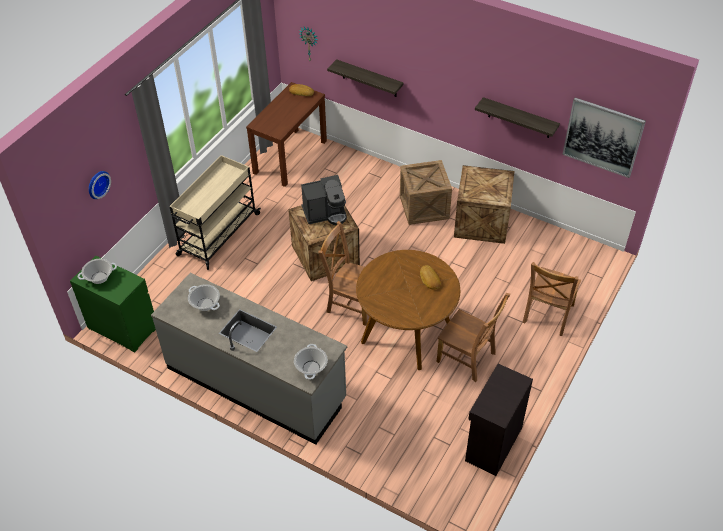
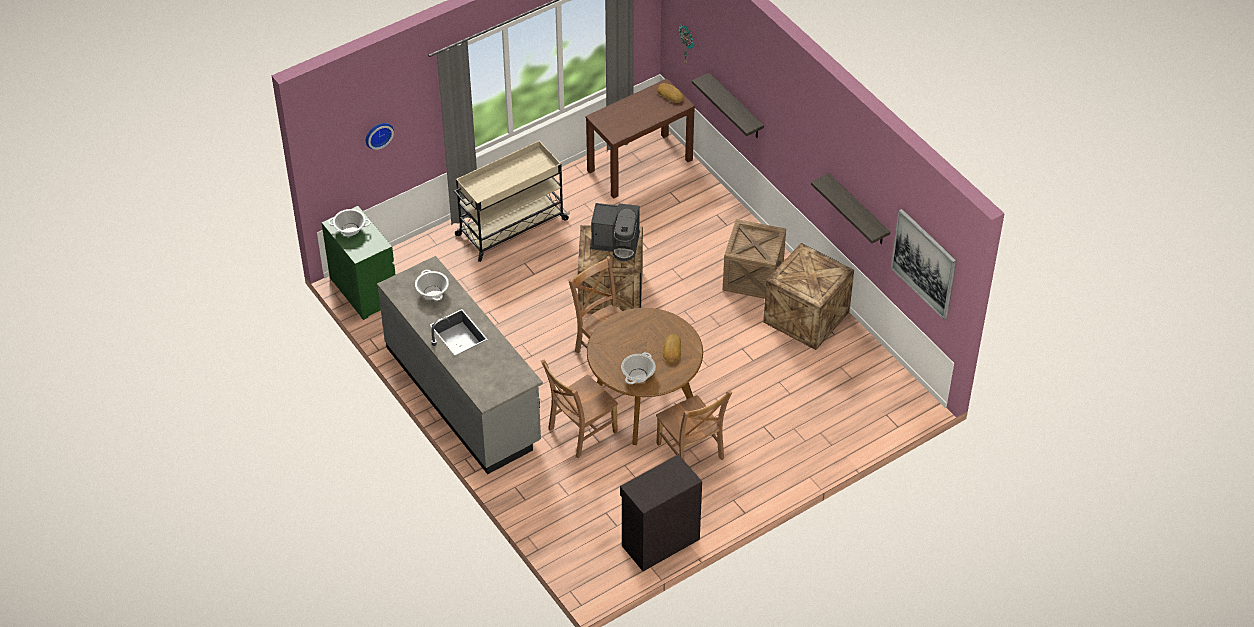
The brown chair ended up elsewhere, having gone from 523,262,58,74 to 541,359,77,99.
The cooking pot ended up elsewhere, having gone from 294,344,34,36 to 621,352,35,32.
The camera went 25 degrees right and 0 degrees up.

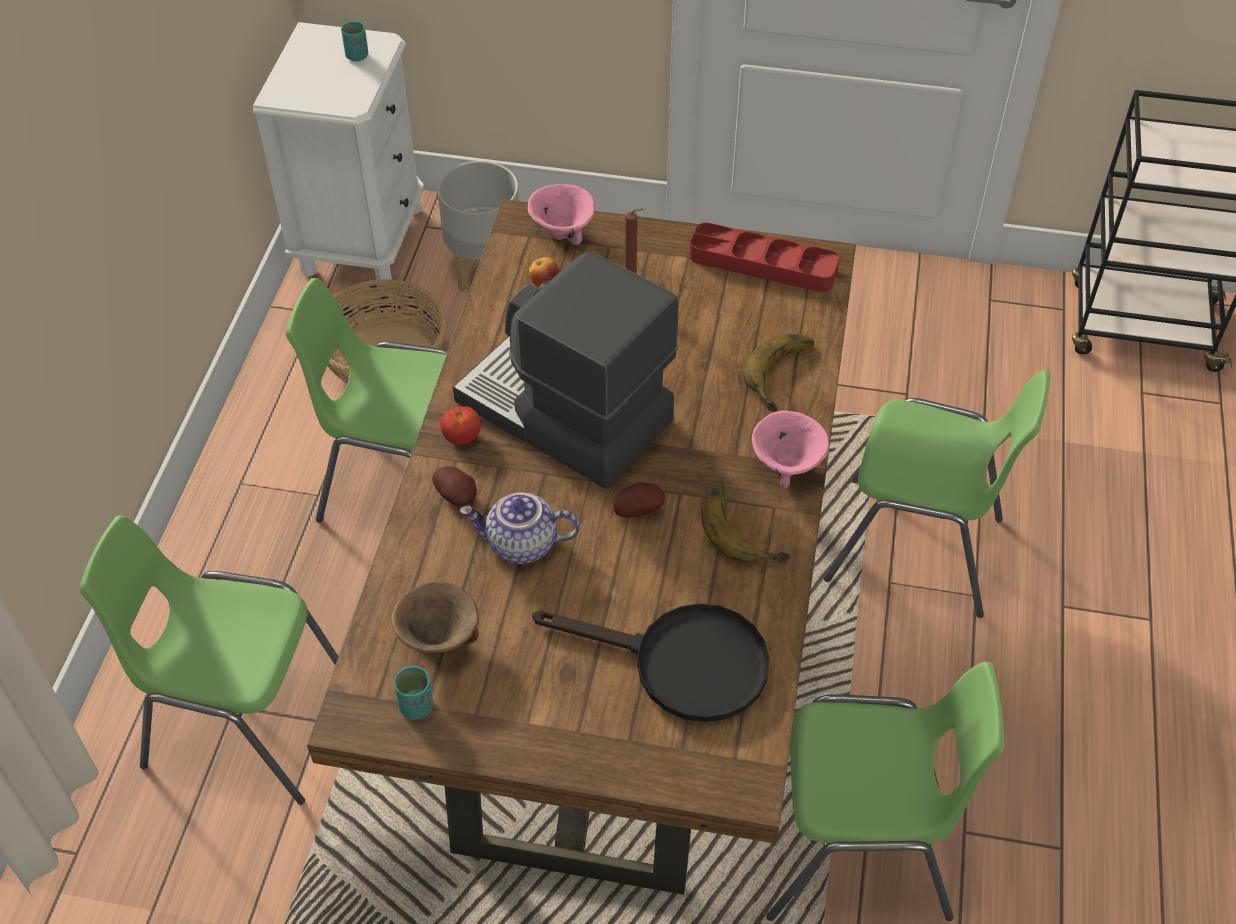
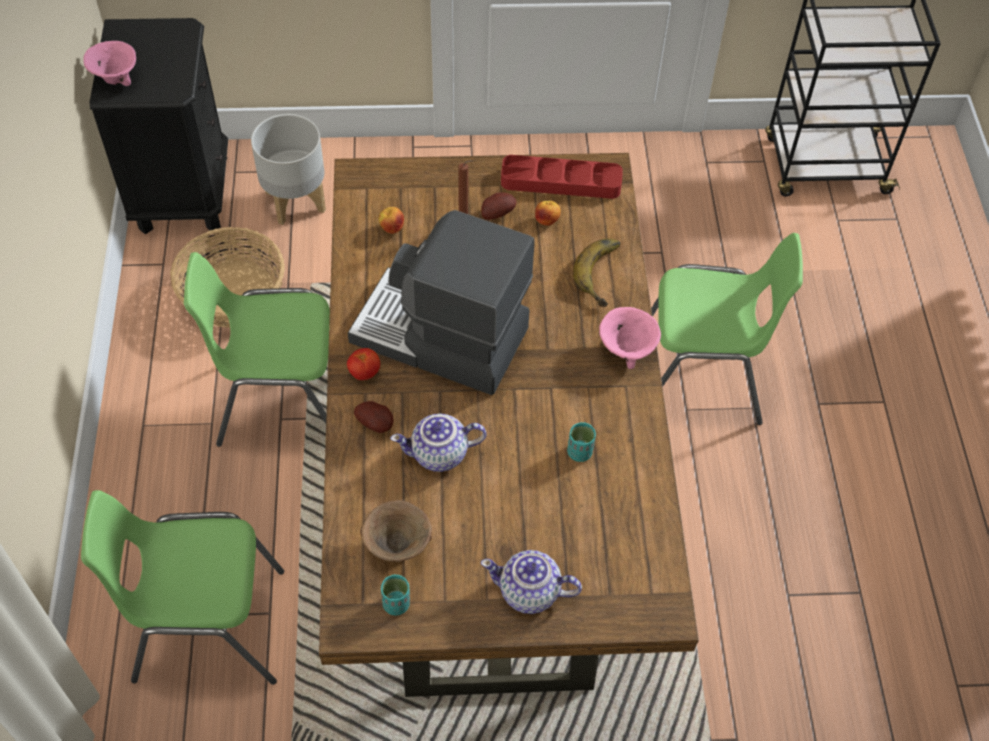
The pink bowl ended up elsewhere, having gone from 528,184,67,61 to 83,41,53,45.
What was the white nightstand at 253,22,171,263 turned into the black nightstand at 89,18,139,216.
The potato ended up elsewhere, having gone from 614,482,51,36 to 481,193,35,27.
The second view gained the teapot at 481,550,101,64.
The second view gained the apple at 535,201,26,25.
The turquoise cup ended up elsewhere, having gone from 341,21,27,40 to 567,422,29,40.
The second view lost the black frying pan at 532,603,238,119.
The second view lost the banana at 701,482,89,82.
The second view lost the green chair at 766,662,239,259.
The camera went 15 degrees left and 5 degrees up.

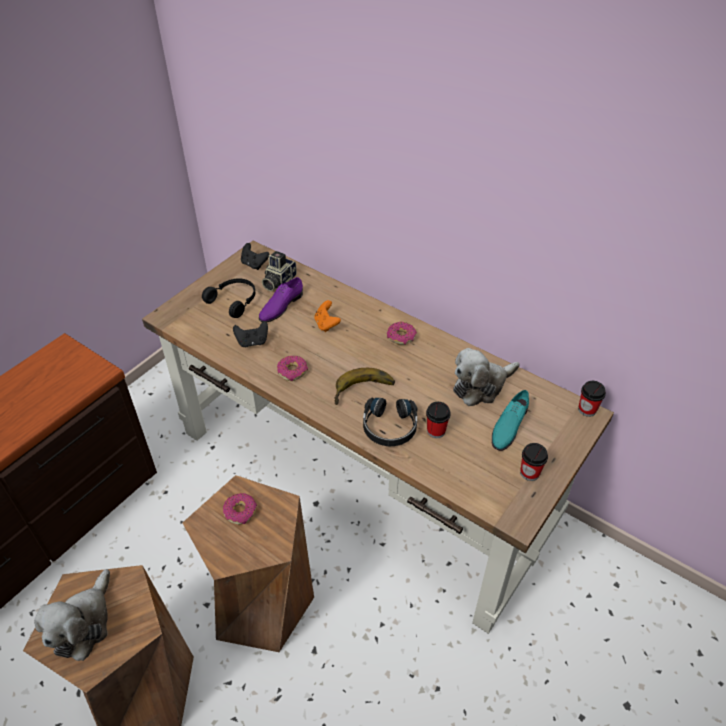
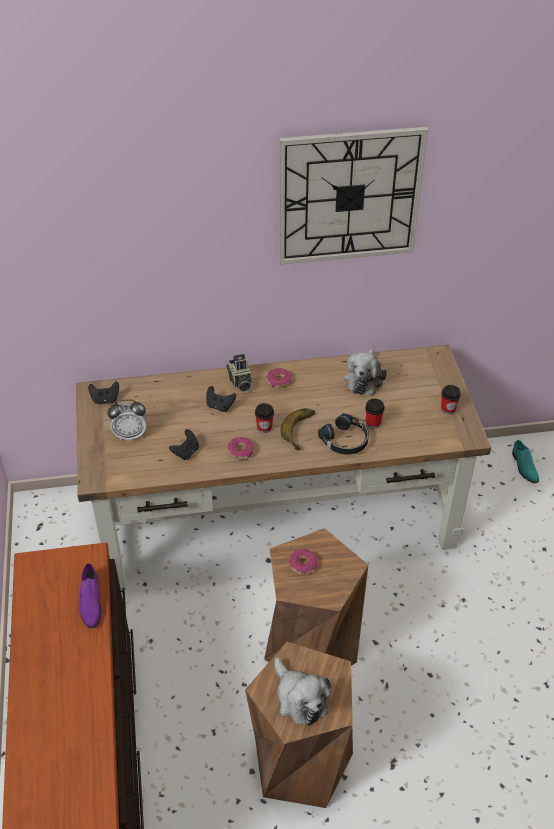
The purple shoe ended up elsewhere, having gone from 259,277,44,45 to 79,563,22,65.
Where the black headphones stood at 202,278,54,40, the alarm clock came to stand at 108,399,38,42.
What was the orange game controller at 314,300,27,32 turned into the black game controller at 206,386,30,26.
The photo camera ended up elsewhere, having gone from 262,251,35,40 to 226,354,26,38.
The cup ended up elsewhere, having gone from 578,381,28,36 to 255,403,19,30.
The second view gained the wall clock at 279,127,149,138.
The turquoise shoe ended up elsewhere, having gone from 492,390,37,61 to 512,440,27,43.
The camera went 45 degrees left and 0 degrees up.

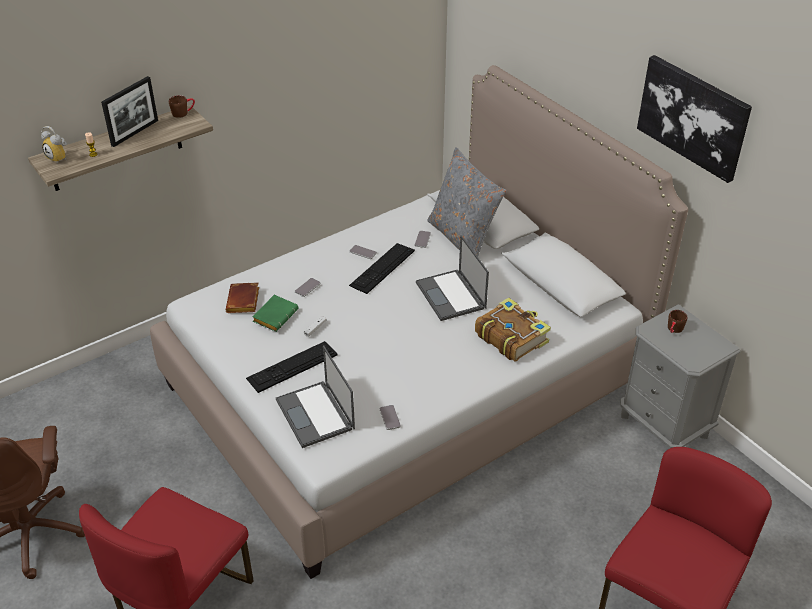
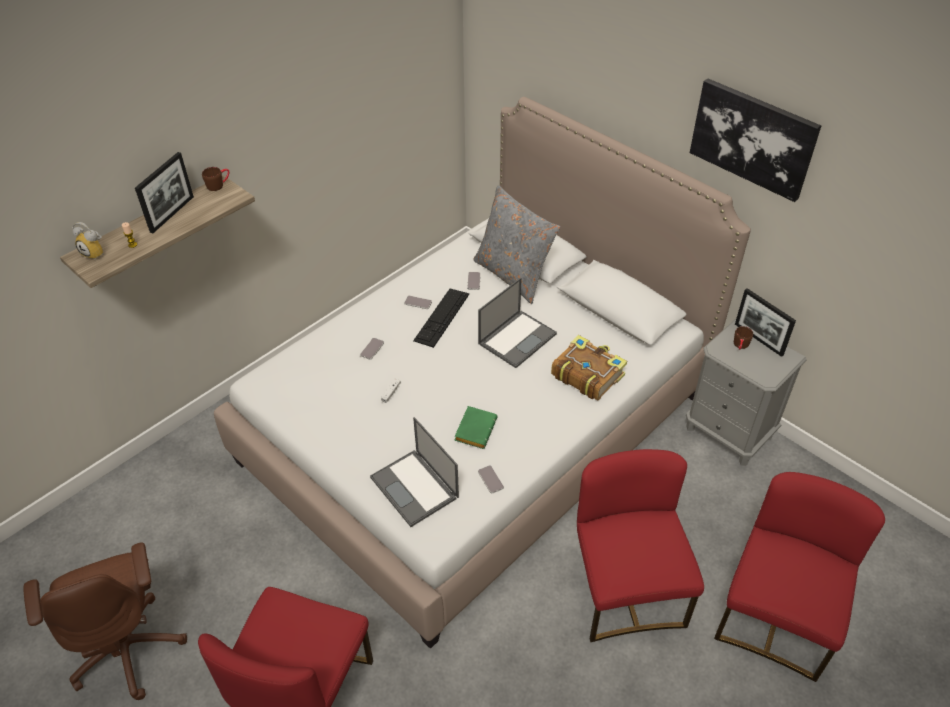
The green book ended up elsewhere, having gone from 252,295,47,37 to 454,406,43,43.
The laptop at 416,235,73,86 ended up facing another way, 105 degrees counterclockwise from before.
The second view gained the red chair at 577,449,127,193.
The second view gained the picture frame at 735,288,61,69.
The second view lost the brown book at 226,282,33,31.
The second view lost the keyboard at 246,341,92,52.
The camera went 10 degrees left and 5 degrees up.

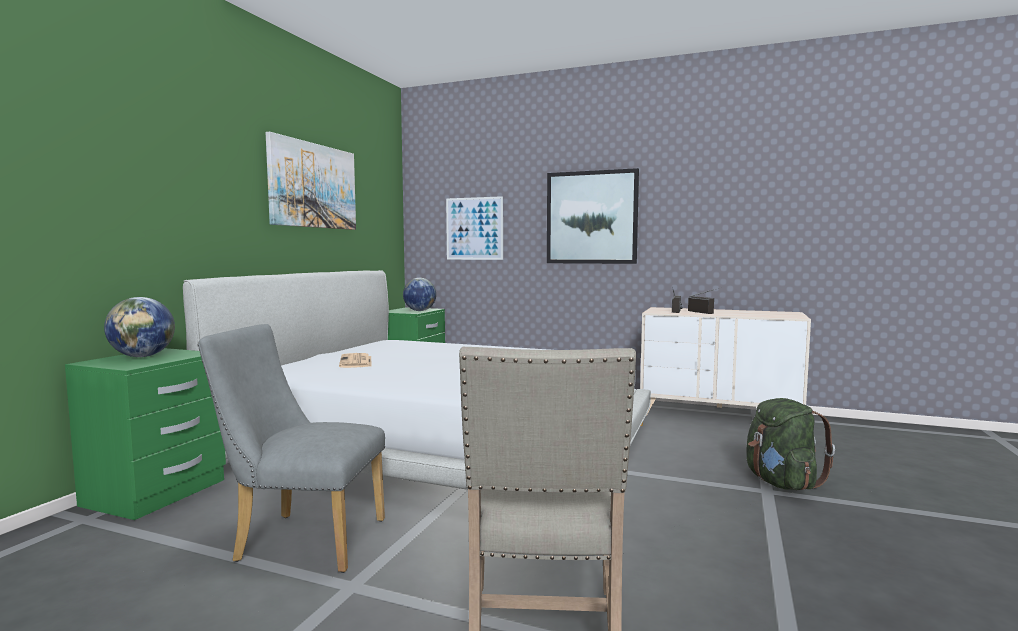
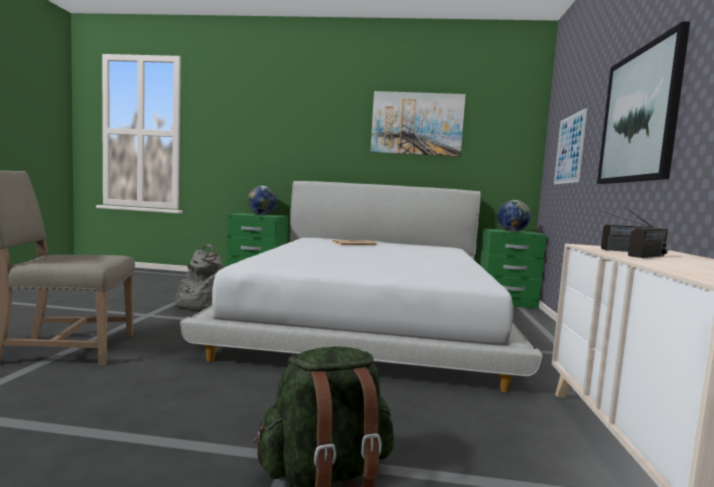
Where the grey chair stood at 198,324,187,249, the grey backpack came to stand at 174,244,49,66.
The camera went 75 degrees right and 0 degrees up.

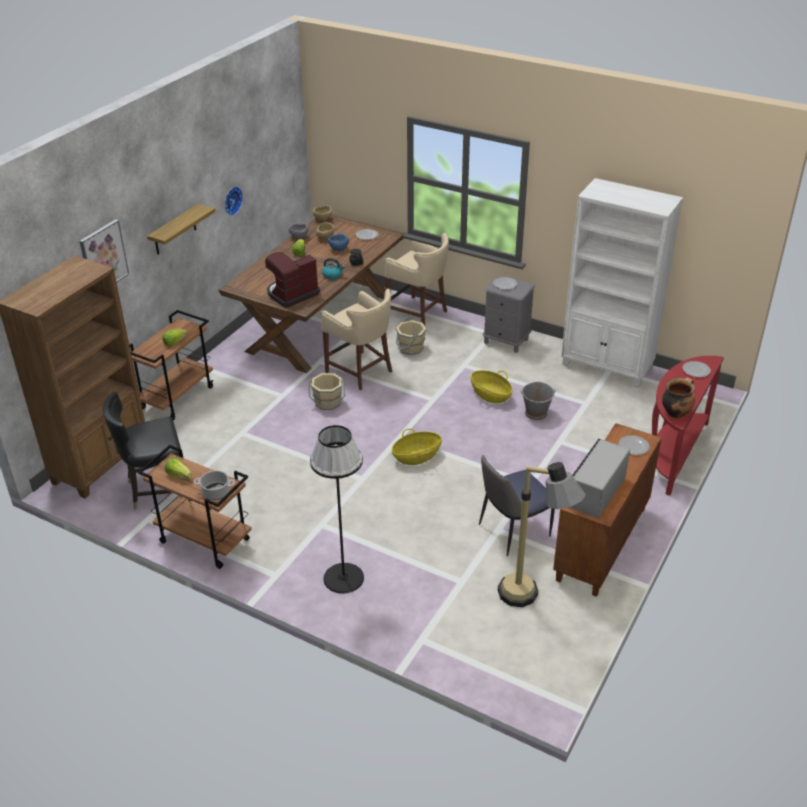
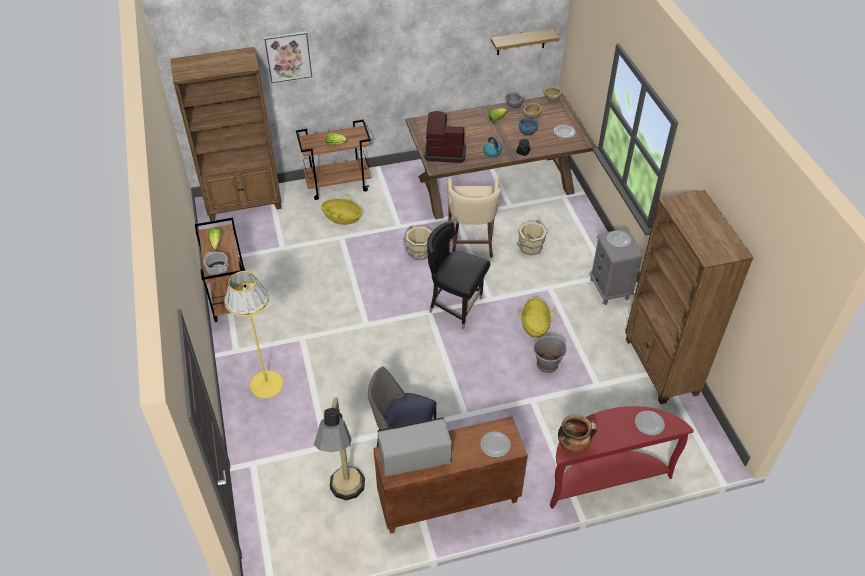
What was the black floor lamp at 310,425,54,169 turned into the yellow floor lamp at 224,271,60,127.
The basket ended up elsewhere, having gone from 392,428,50,37 to 321,195,41,30.
The black chair ended up elsewhere, having gone from 103,392,80,117 to 427,221,63,108.
The shelf ended up elsewhere, having gone from 147,204,69,51 to 491,28,68,27.
What was the white bookcase at 561,178,122,210 turned into the brown bookcase at 625,190,129,214.
The second view lost the wall clock at 225,187,18,29.
The second view lost the beige stool at 384,233,65,92.
The camera went 45 degrees right and 10 degrees up.

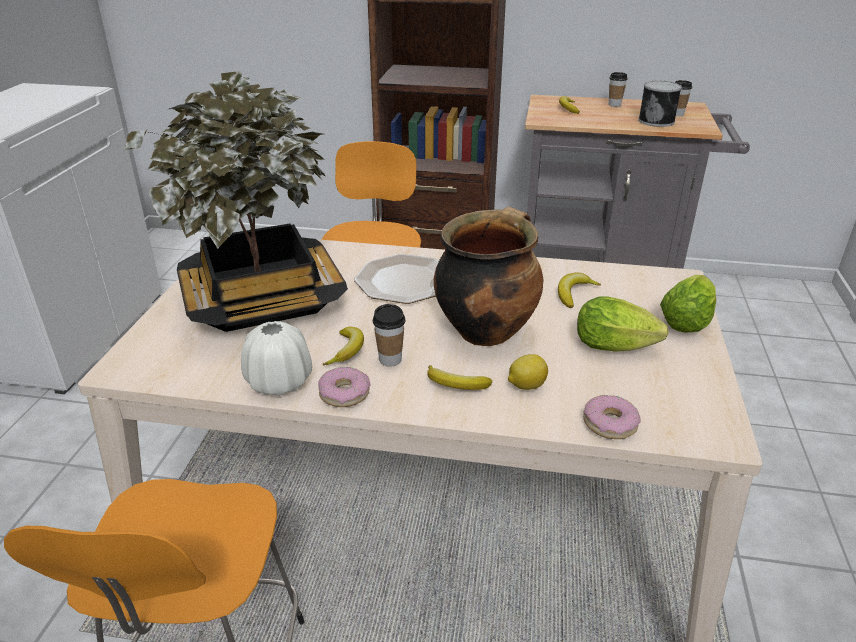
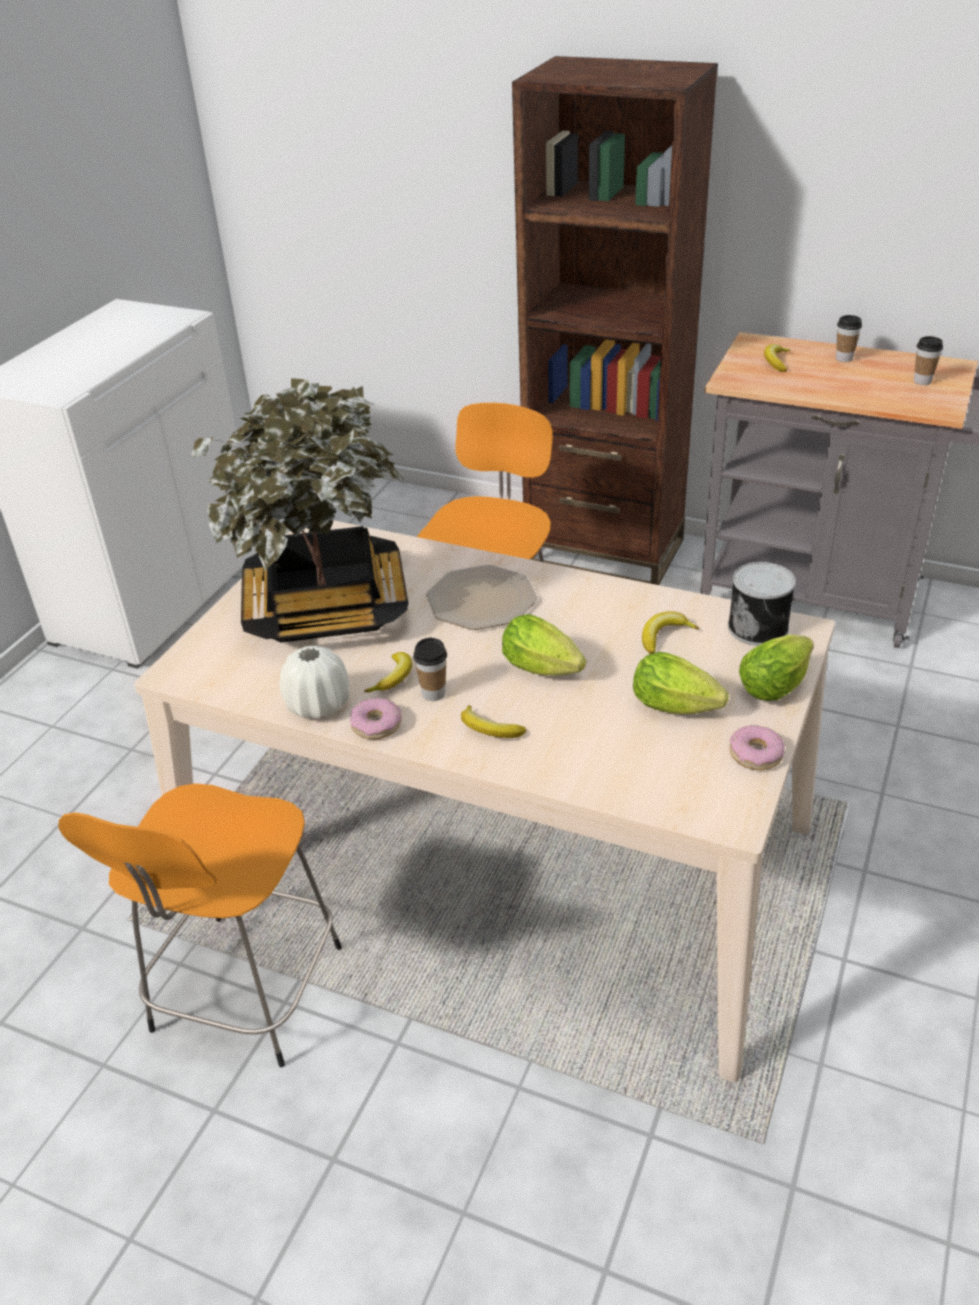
Where the cooking pot stood at 434,207,109,139, the lettuce came to stand at 502,614,84,62.
The can ended up elsewhere, having gone from 638,81,44,46 to 728,562,68,84.
The donut ended up elsewhere, having gone from 583,395,58,44 to 729,725,56,45.
The second view lost the lemon at 508,354,40,36.
The camera went 15 degrees right and 5 degrees up.

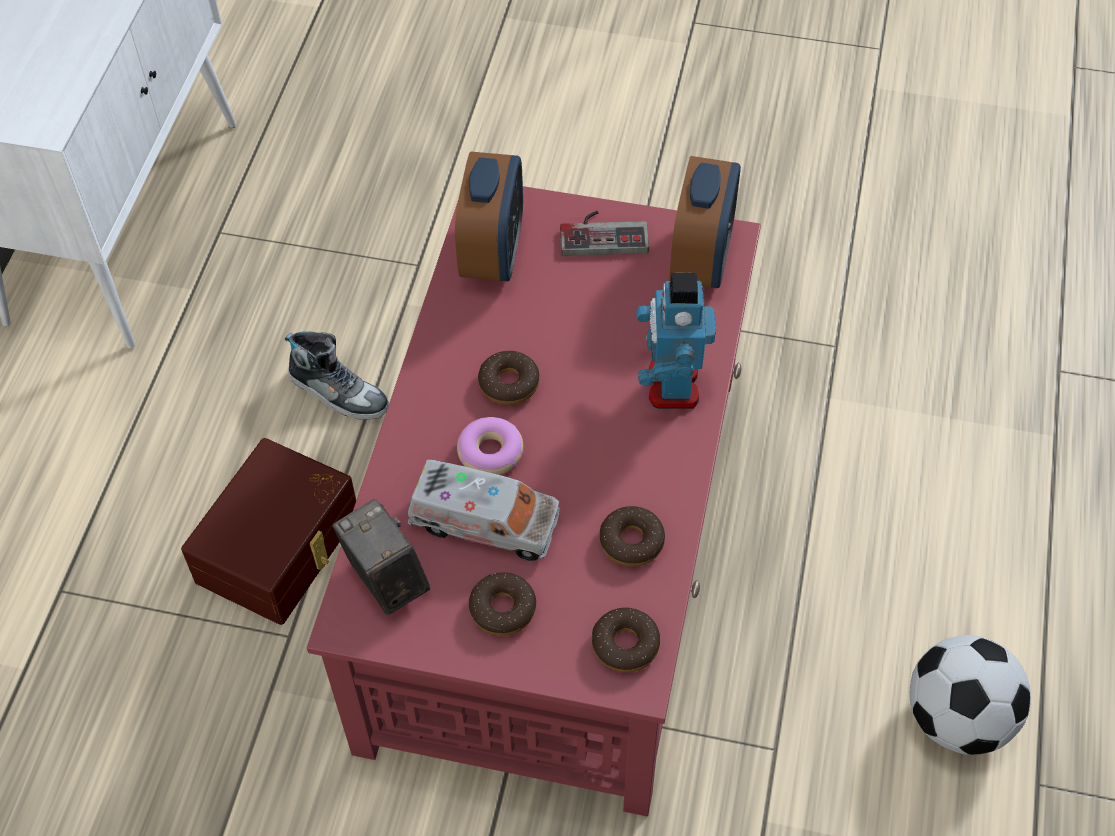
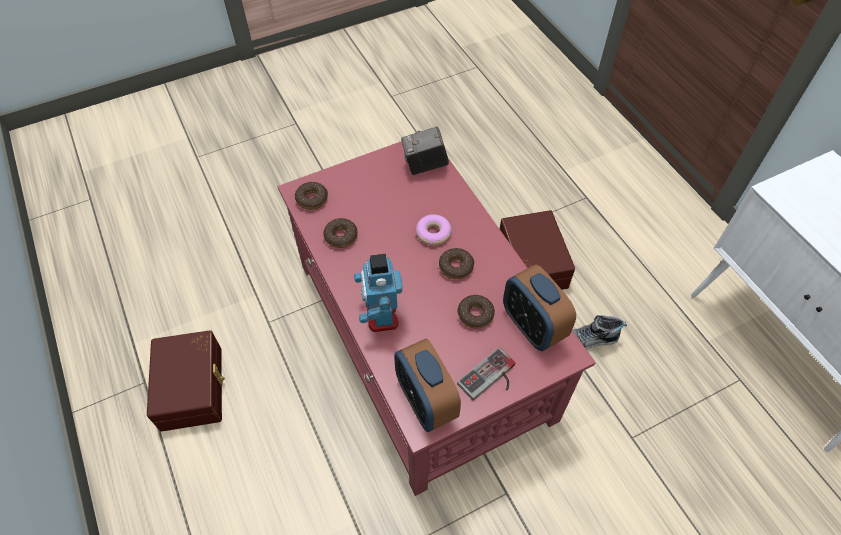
Where the football stood at 909,635,122,120, the brown storage box came to stand at 147,330,78,102.
The toy robot at 636,273,80,136 ended up facing another way, 150 degrees counterclockwise from before.
The photo camera at 332,499,98,116 ended up facing another way, 150 degrees clockwise from before.
The donut ended up elsewhere, having gone from 469,572,67,64 to 457,295,38,34.
The second view lost the toy truck at 408,459,152,102.
The camera went 140 degrees right and 0 degrees up.

